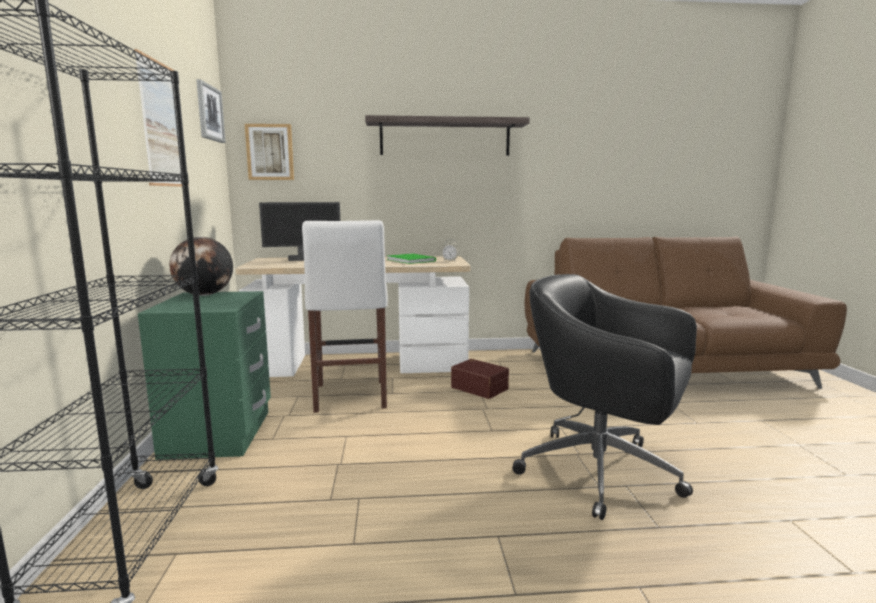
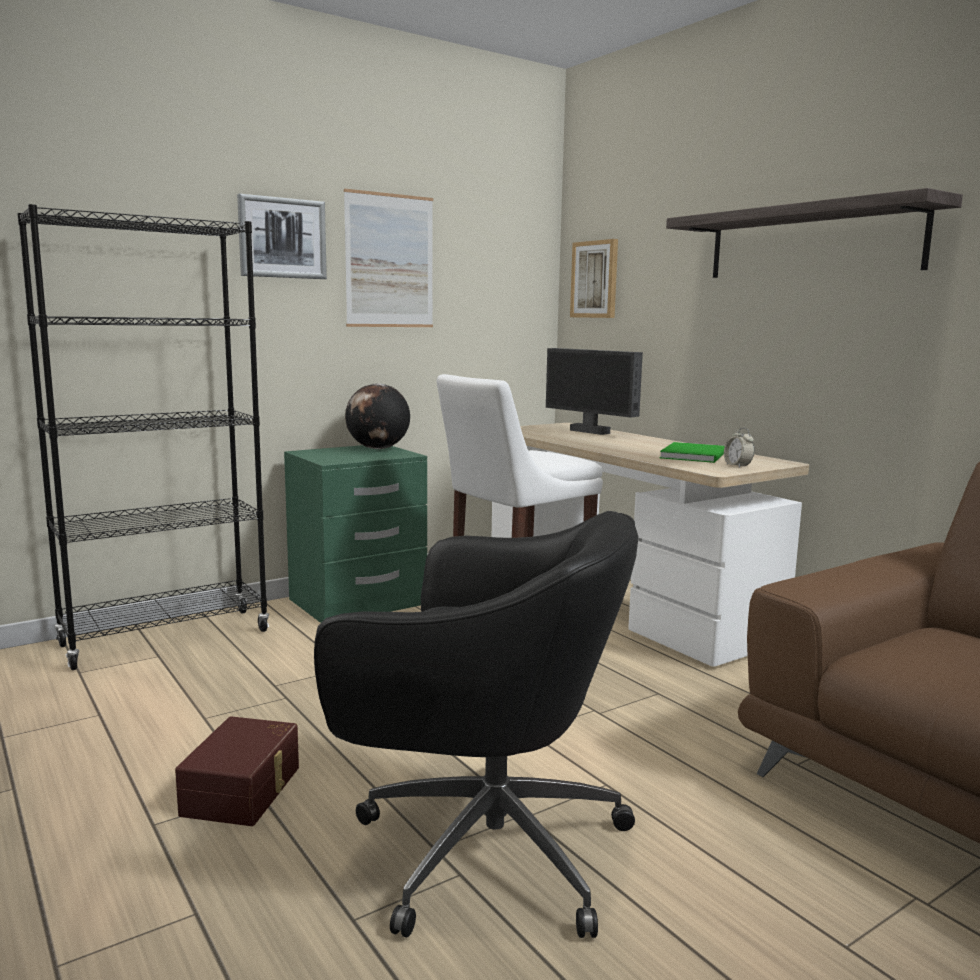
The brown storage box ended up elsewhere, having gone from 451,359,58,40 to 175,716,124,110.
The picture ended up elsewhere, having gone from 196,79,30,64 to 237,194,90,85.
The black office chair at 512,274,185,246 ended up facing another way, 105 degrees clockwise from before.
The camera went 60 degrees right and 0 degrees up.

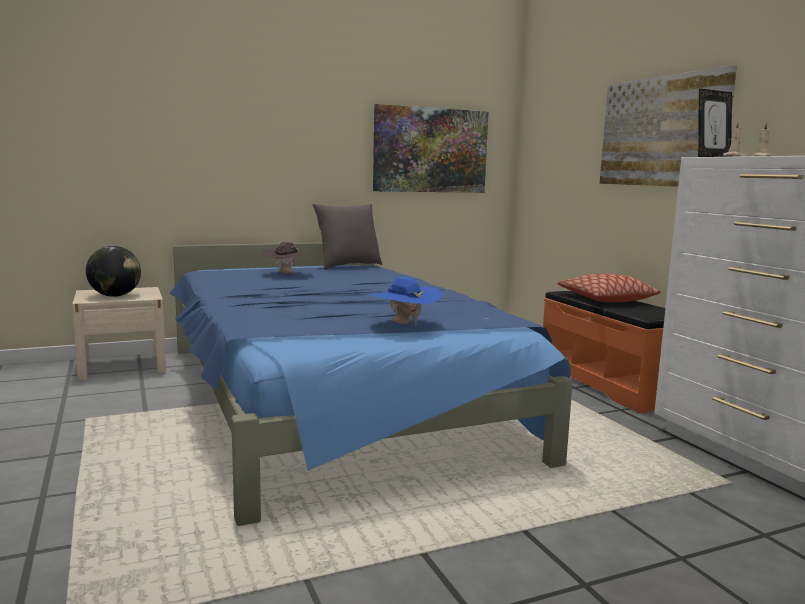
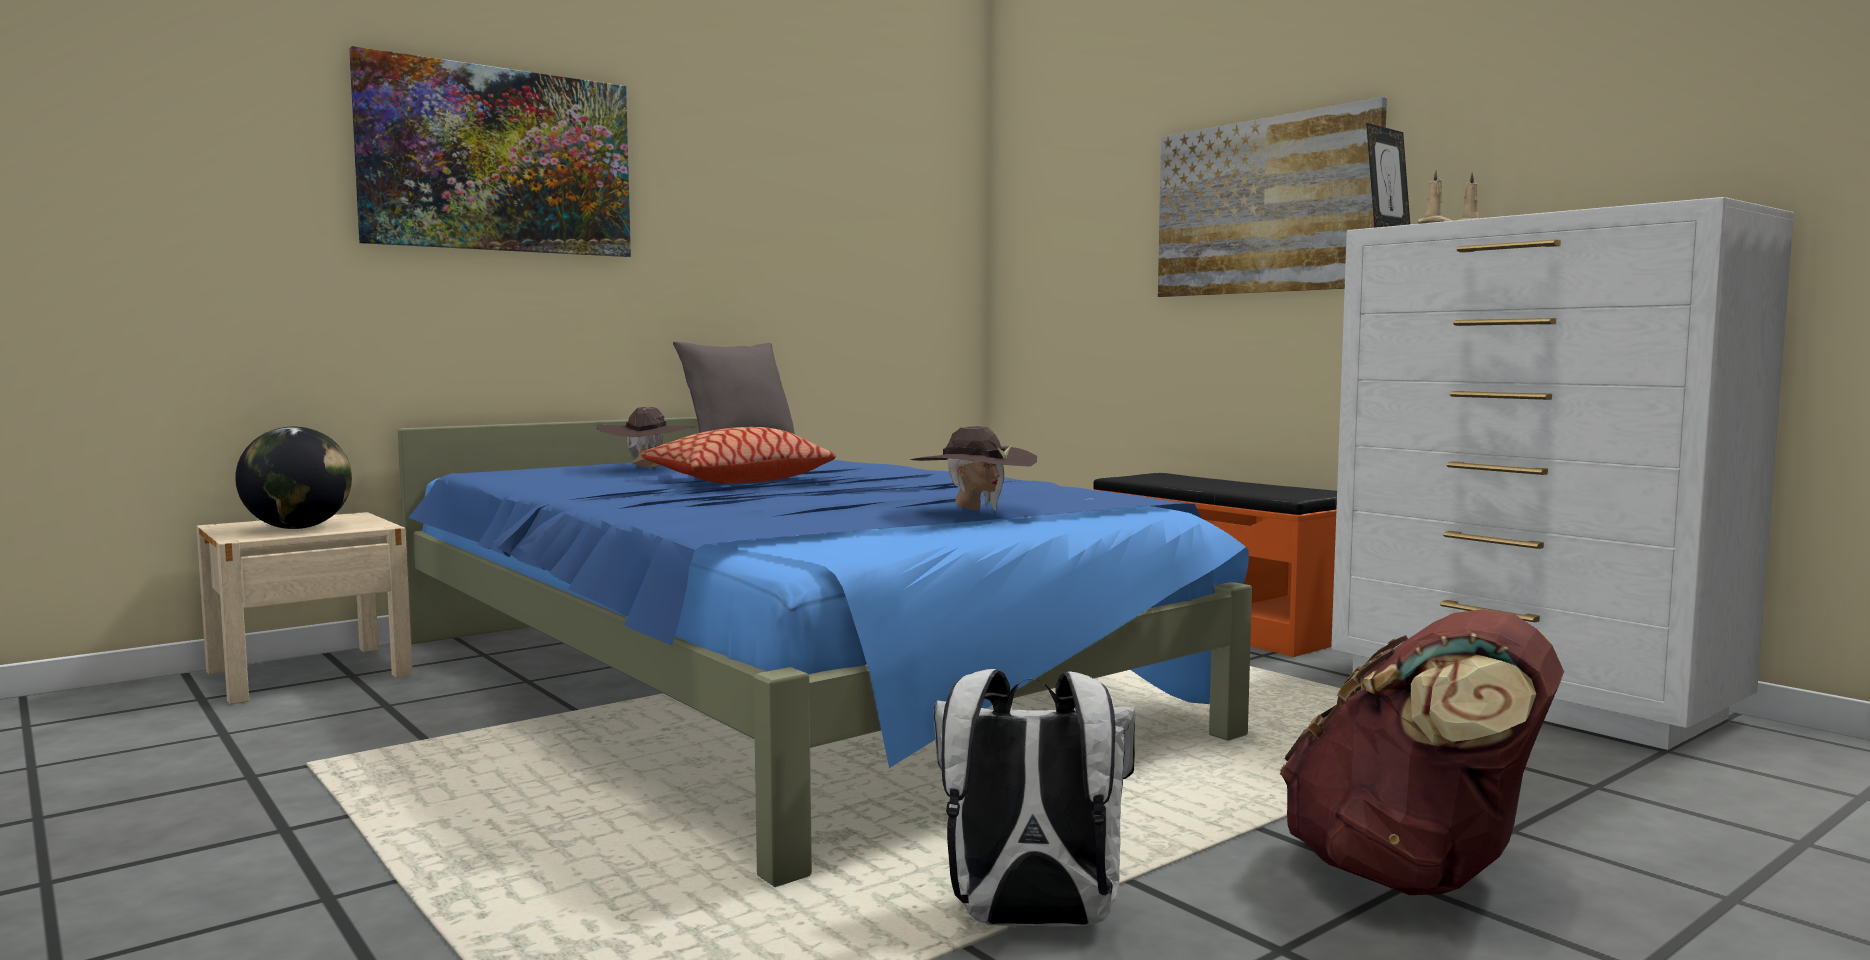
The picture ended up elsewhere, having gone from 373,104,115,89 to 349,46,282,211.
The pillow ended up elsewhere, having gone from 557,273,103,29 to 641,427,195,57.
What was the blue hat at 368,277,75,49 turned into the brown hat at 910,426,127,85.
The second view gained the white backpack at 934,669,201,258.
The second view gained the brown backpack at 1280,609,284,286.
The camera went 15 degrees left and 5 degrees down.

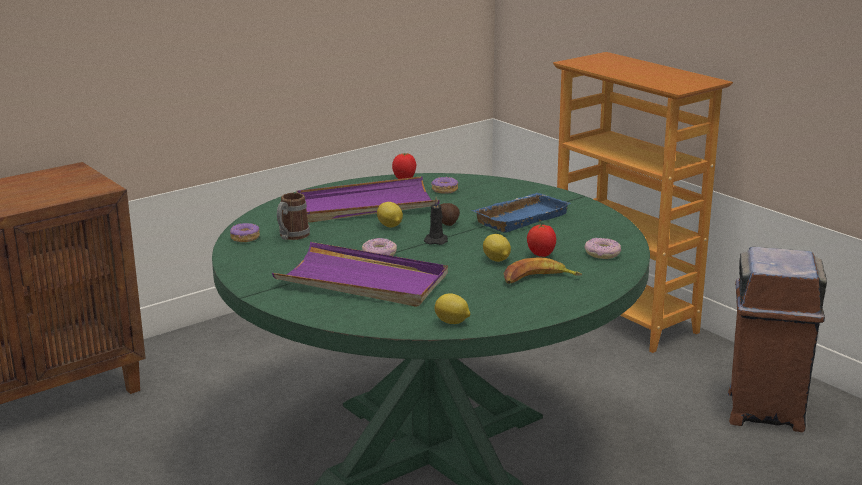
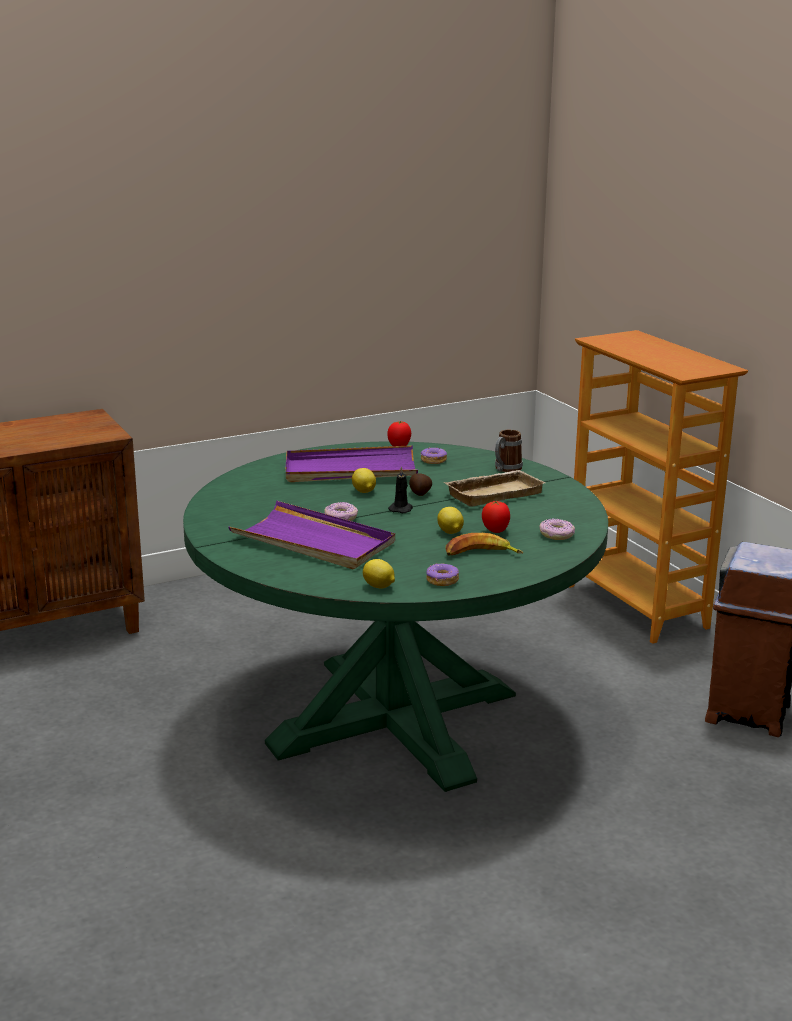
The donut ended up elsewhere, having gone from 230,223,30,19 to 426,564,33,22.
What was the blue tray at 471,193,100,40 turned into the beige tray at 443,470,102,37.
The mug ended up elsewhere, having gone from 277,193,33,47 to 495,430,28,42.
The camera went 10 degrees right and 0 degrees up.

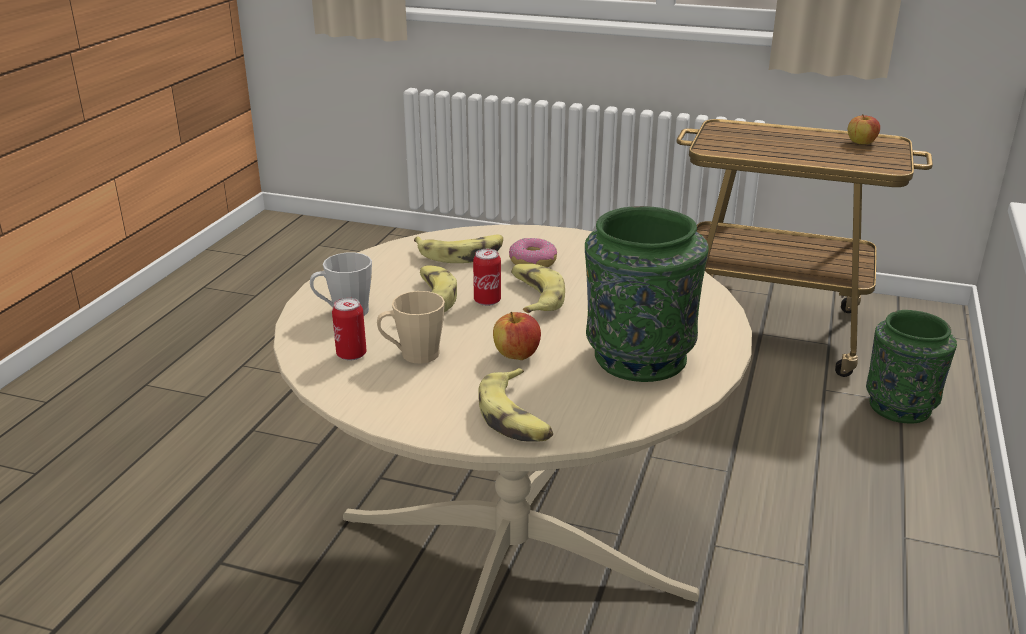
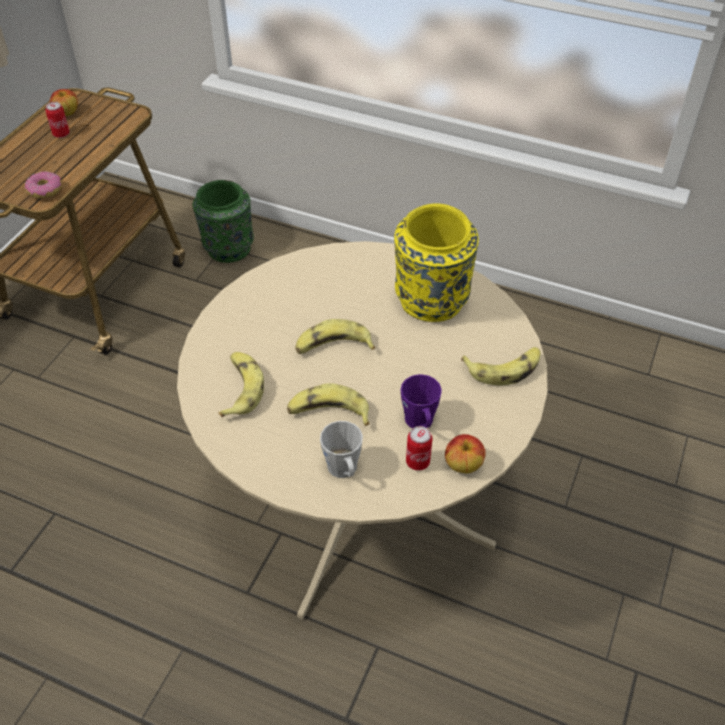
The donut ended up elsewhere, having gone from 509,238,48,29 to 25,172,37,27.
The can ended up elsewhere, having gone from 473,249,28,57 to 45,102,25,36.
What was the green vase at 585,206,124,176 turned into the yellow vase at 394,203,85,119.
What was the beige mug at 377,291,68,73 turned into the purple mug at 401,374,41,54.
The apple ended up elsewhere, having gone from 493,312,48,48 to 445,434,41,40.
The camera went 85 degrees left and 20 degrees up.

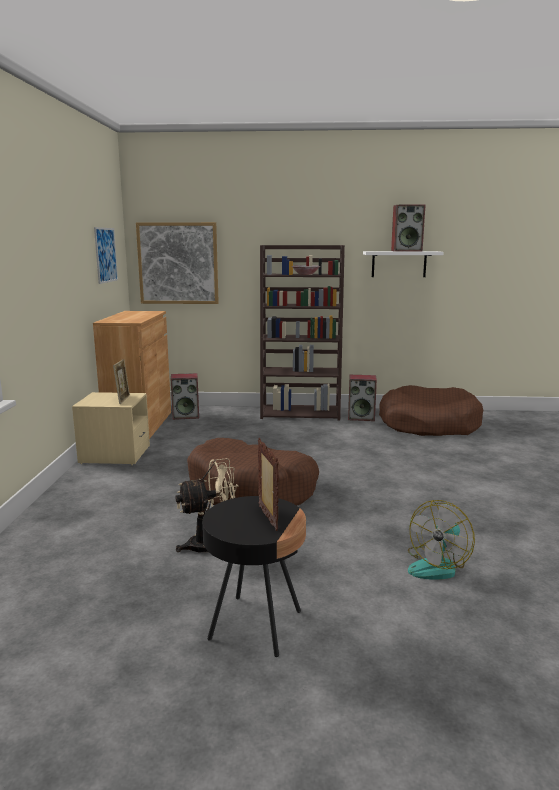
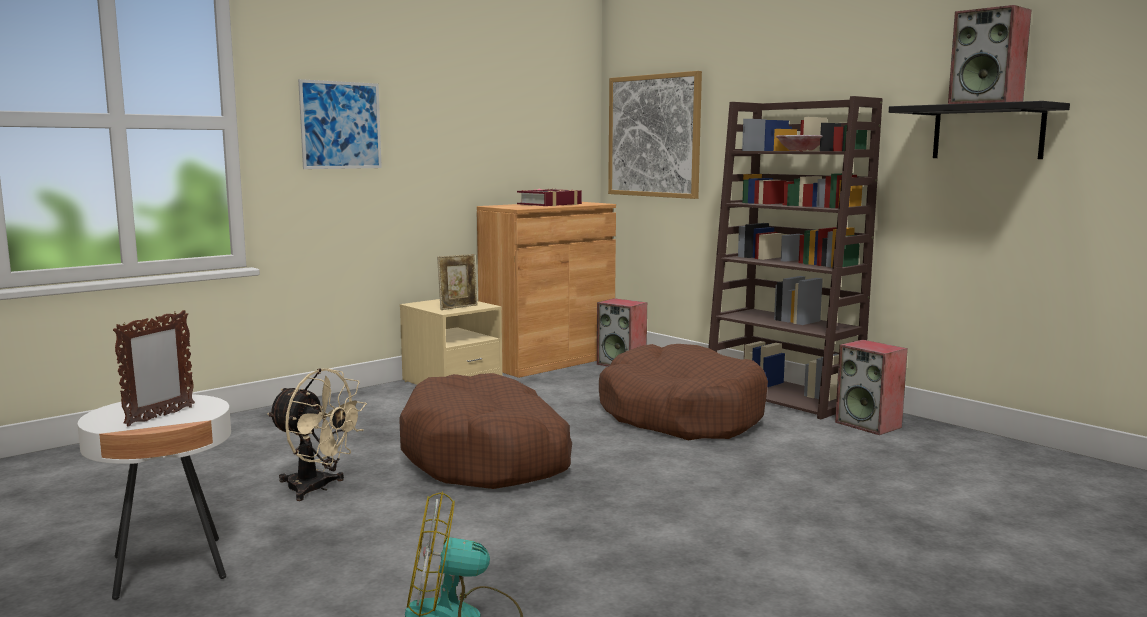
What was the black side table at 202,496,104,161 turned into the white side table at 77,395,154,205.
The picture ended up elsewhere, having gone from 94,227,24,57 to 298,79,84,90.
The second view gained the book at 517,189,65,17.
The brown dog bed ended up elsewhere, having gone from 379,385,104,51 to 599,344,169,96.
What was the white shelf at 363,251,81,26 turned into the black shelf at 889,101,181,58.
The camera went 45 degrees right and 5 degrees down.

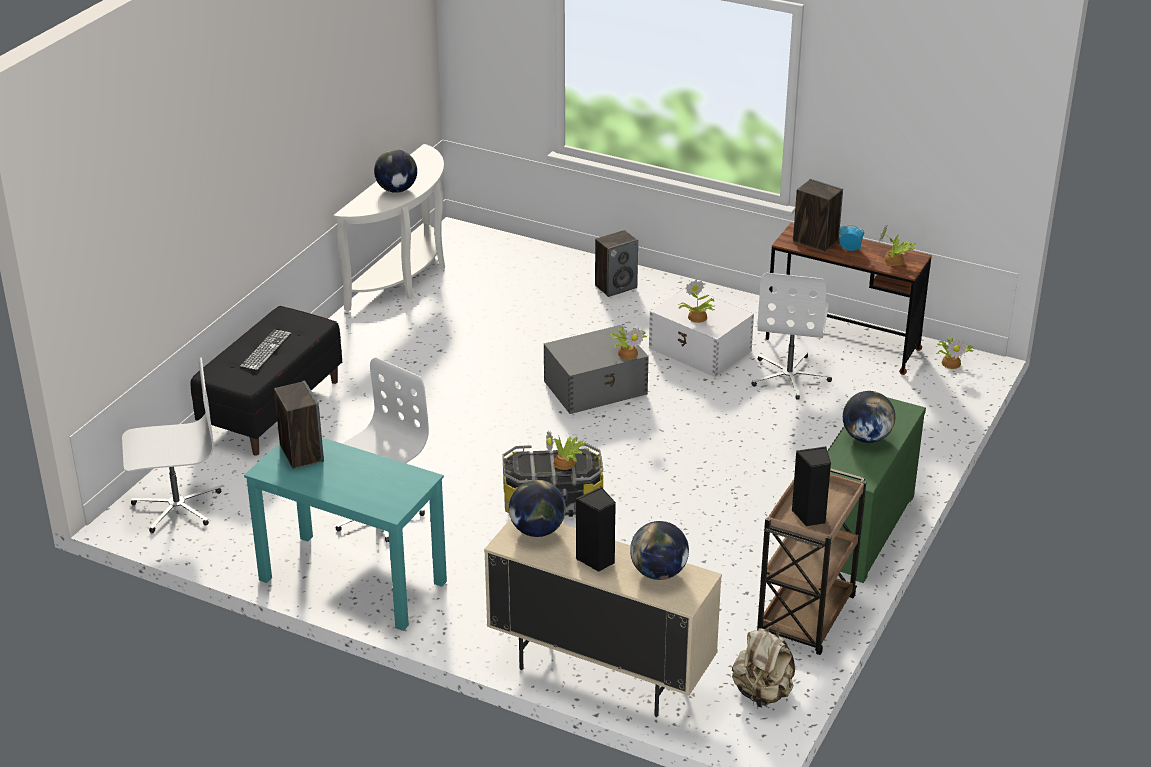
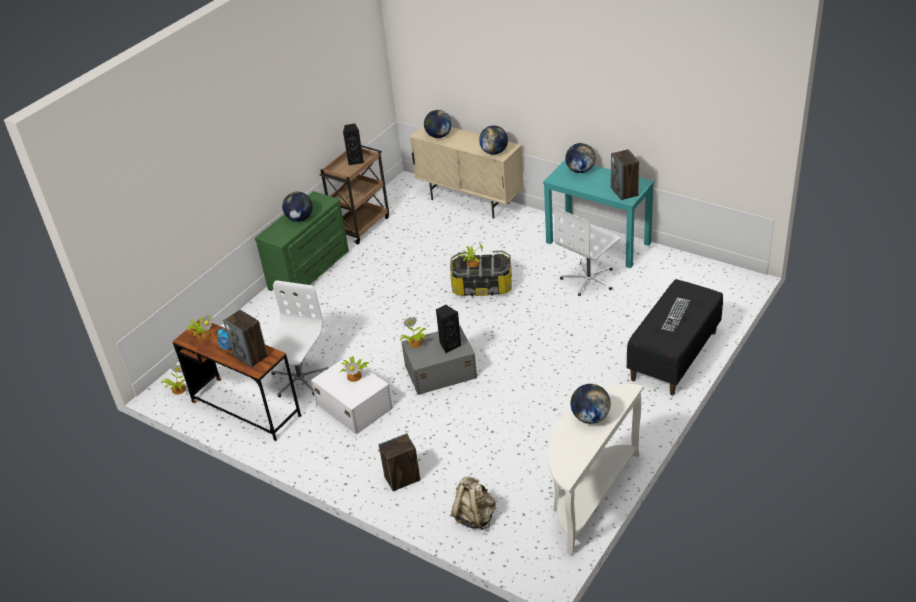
The black speaker ended up elsewhere, having gone from 575,486,41,86 to 436,305,26,48.
The beige backpack ended up elsewhere, having gone from 732,625,63,82 to 451,477,45,53.
The second view gained the globe at 565,143,30,30.
The second view lost the white office chair at 122,357,99,176.
The camera went 170 degrees left and 5 degrees up.

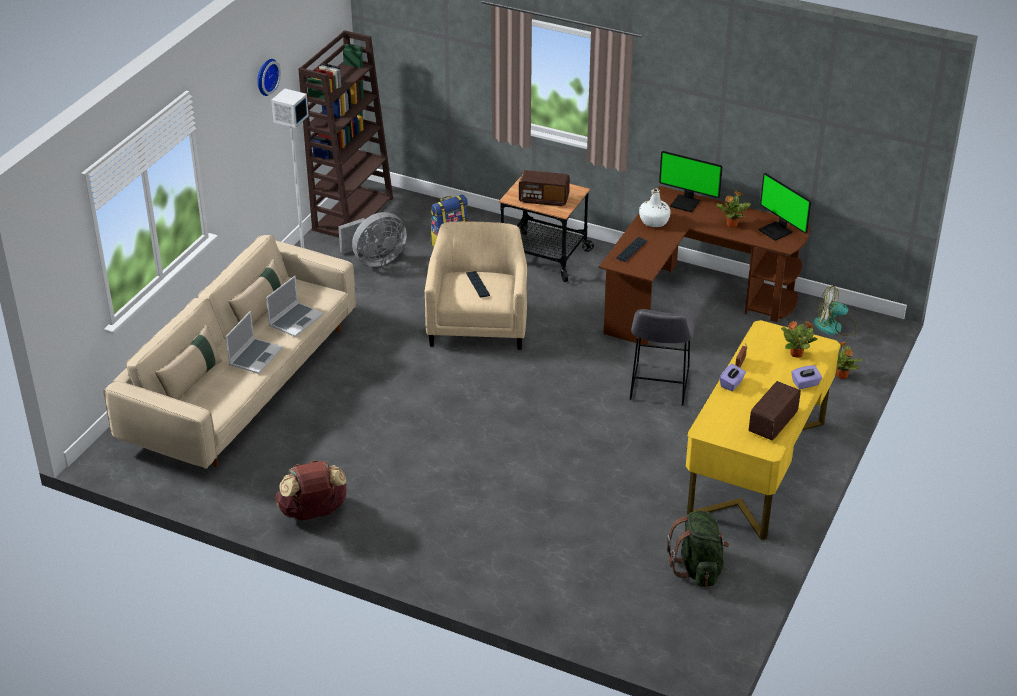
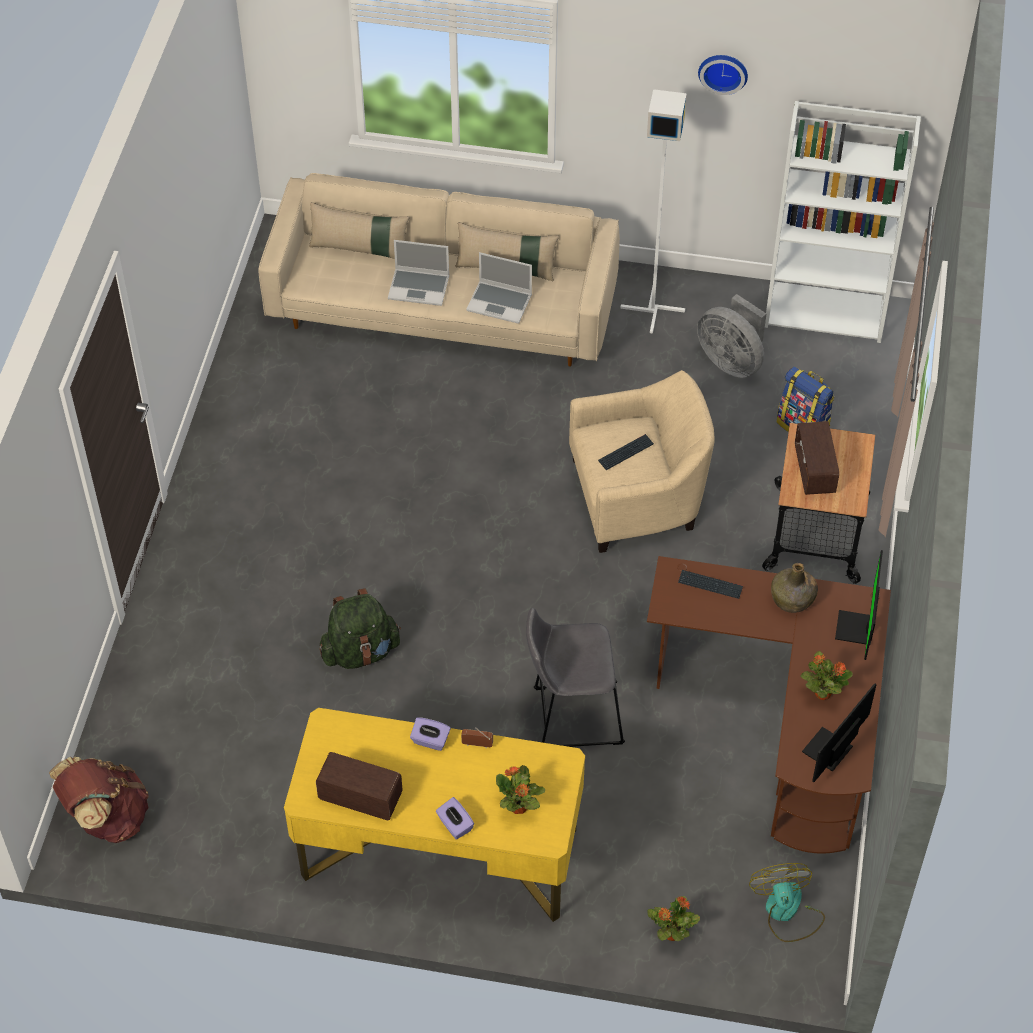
The brown backpack ended up elsewhere, having gone from 275,460,73,60 to 49,757,100,86.
The green backpack ended up elsewhere, having gone from 667,511,62,76 to 319,588,82,81.
What was the brown bookcase at 298,30,95,208 turned into the white bookcase at 765,101,156,242.
What was the white bottle at 639,188,32,39 turned into the green bottle at 771,563,47,50.
The camera went 75 degrees right and 15 degrees up.

